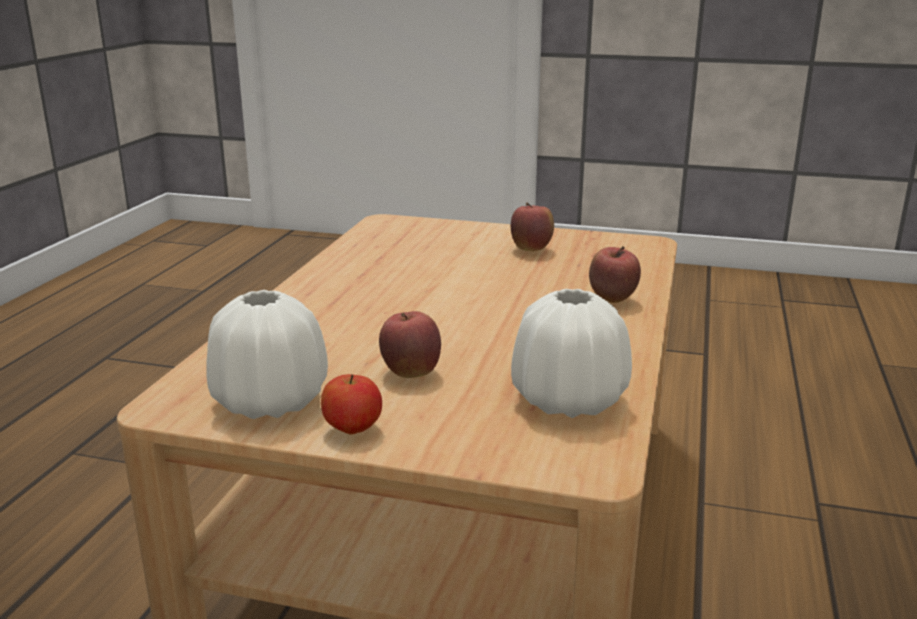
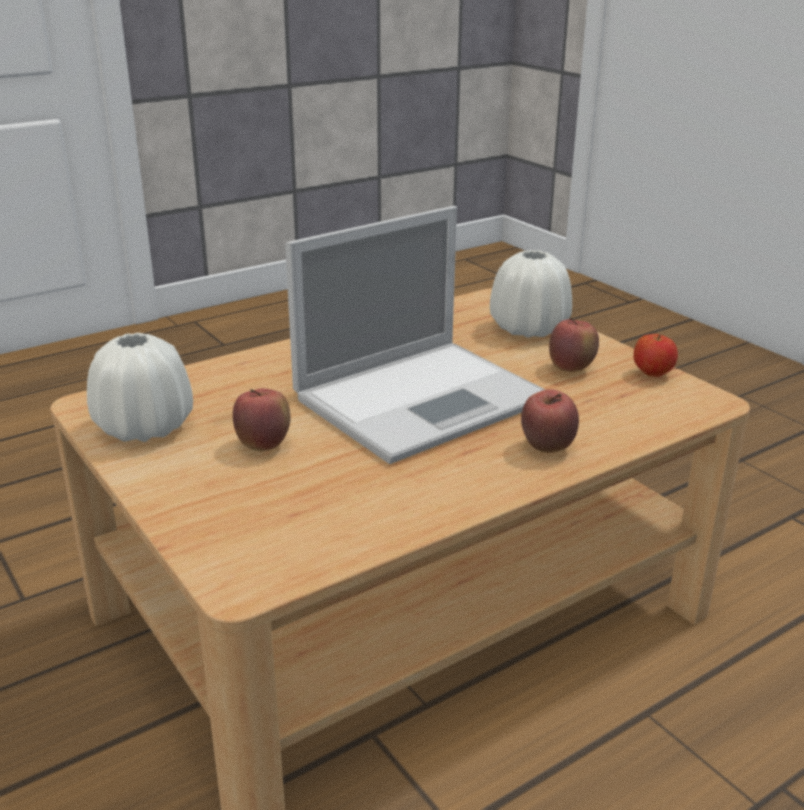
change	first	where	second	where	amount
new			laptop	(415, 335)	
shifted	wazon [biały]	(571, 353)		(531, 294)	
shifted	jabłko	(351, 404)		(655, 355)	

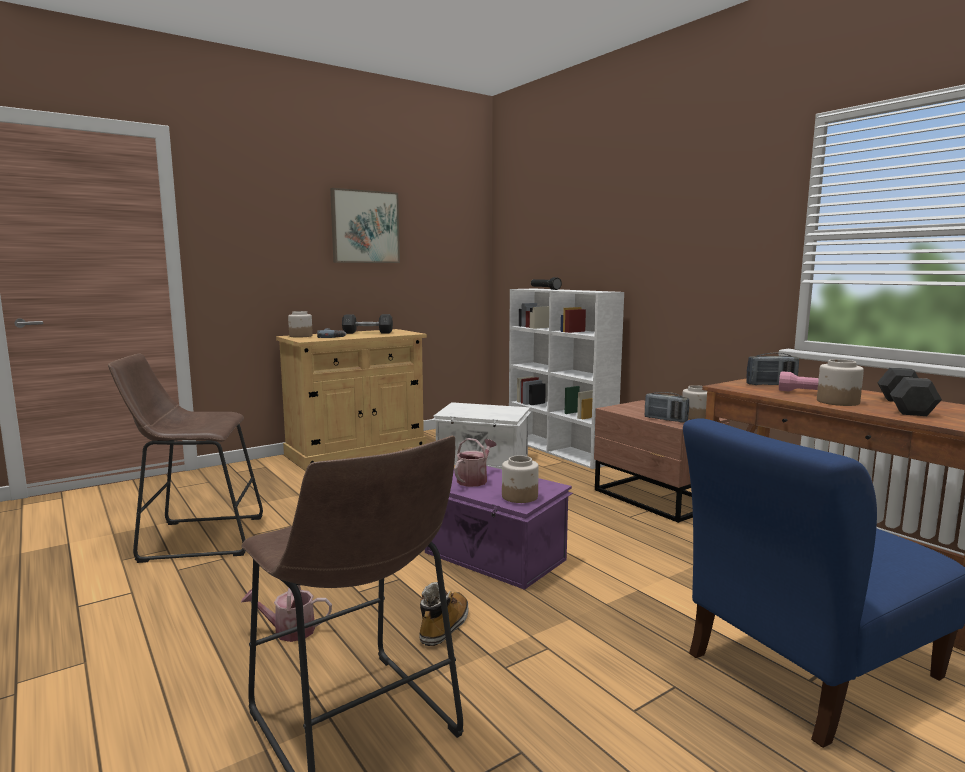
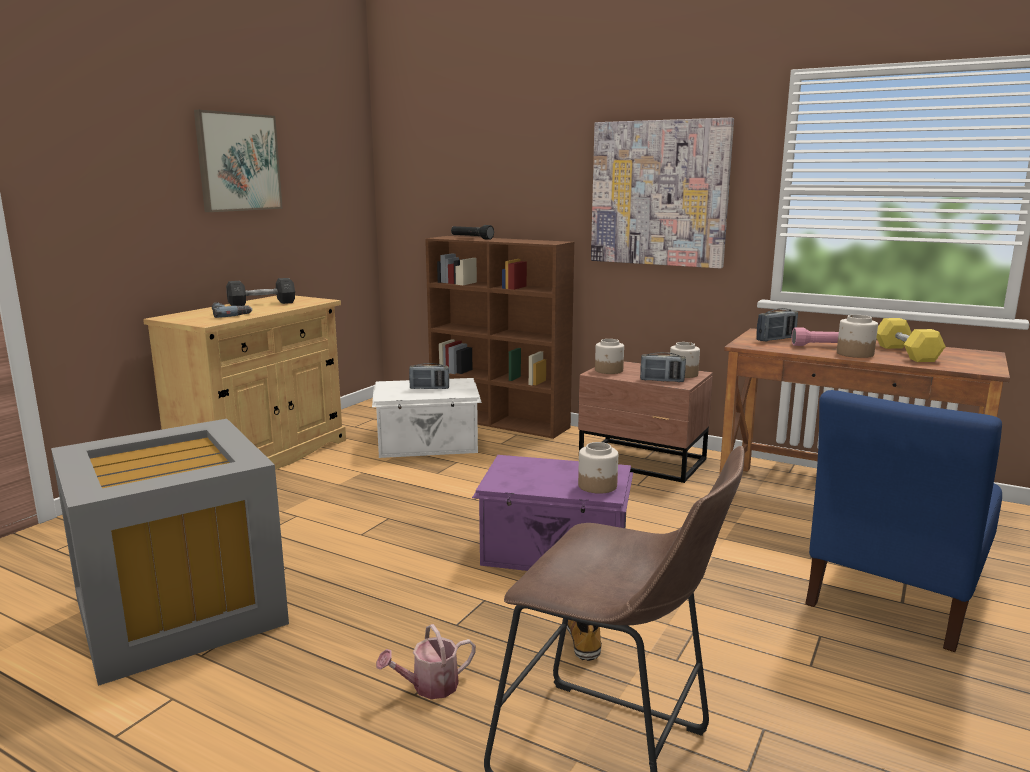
change	first	where	second	where	amount
swapped	stołek [brązowy]	(185, 458)	pojemnik do przechowywania [szary]	(170, 552)	
new			radio	(429, 376)	
repainted	regał [biały]	(566, 379)	regał [brązowy]	(499, 337)	
new			obraz	(662, 193)	
shifted	słoik	(300, 324)		(609, 356)	
repainted	hantel [szary]	(909, 392)	hantel [żółty]	(911, 340)	
gone	konewka	(475, 462)			

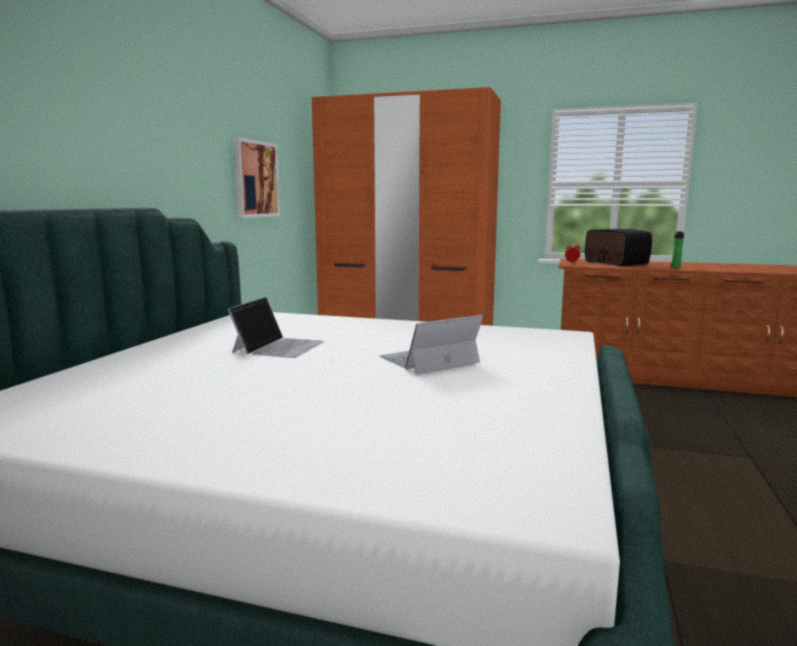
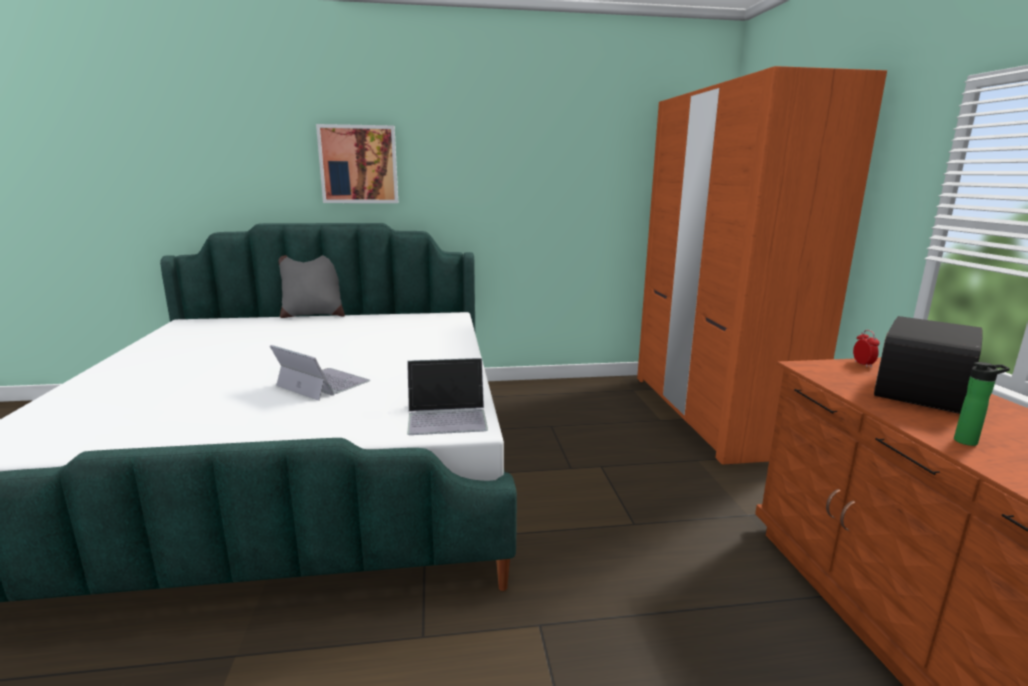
change	first	where	second	where	amount
new			poduszka [szary]	(311, 286)	
shifted	obraz	(256, 177)		(357, 163)	
shifted	laptop	(276, 327)		(447, 396)	

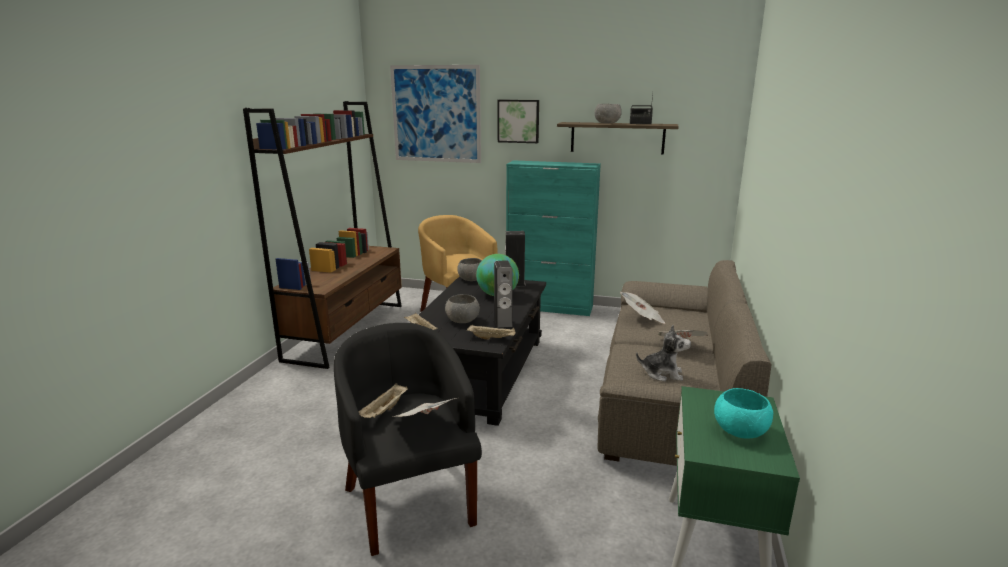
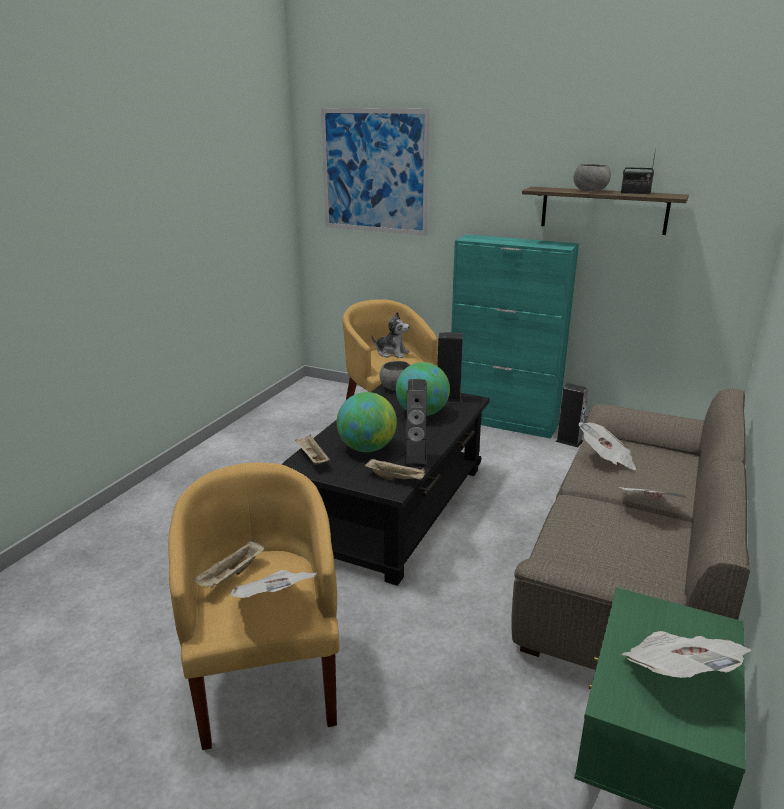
change	first	where	second	where	amount
repainted	fotel [czarny]	(408, 439)	fotel [żółty]	(254, 606)	
swapped	miska [szary]	(462, 308)	globus	(367, 422)	
shifted	pluszak	(663, 353)		(390, 335)	
new			głośnik	(571, 415)	
swapped	miska [turkusowy]	(743, 413)	gazeta	(686, 654)	
gone	regał [brązowy]	(322, 235)			
gone	obraz	(518, 121)			

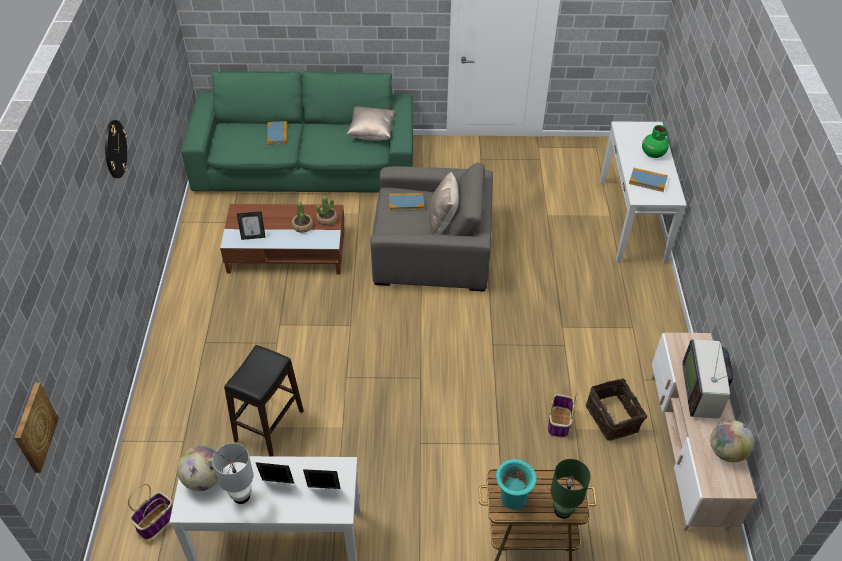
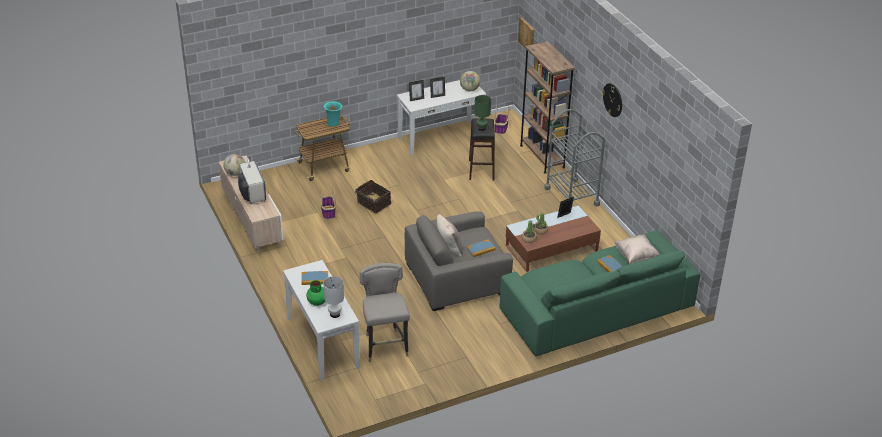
change	first	where	second	where	amount
shifted	lampa stołowa [biały]	(233, 473)		(333, 297)	
shifted	koszyk	(616, 409)		(373, 196)	
new			stołek [szary]	(385, 312)	
shifted	lampa stołowa [zielony]	(571, 489)		(482, 113)	
new			regał [brązowy]	(547, 107)	
new			wózek [szary]	(574, 157)	
shifted	poduszka [beżowy]	(370, 123)		(637, 249)	

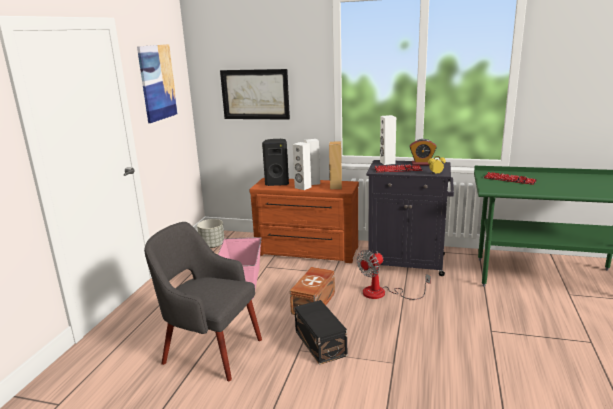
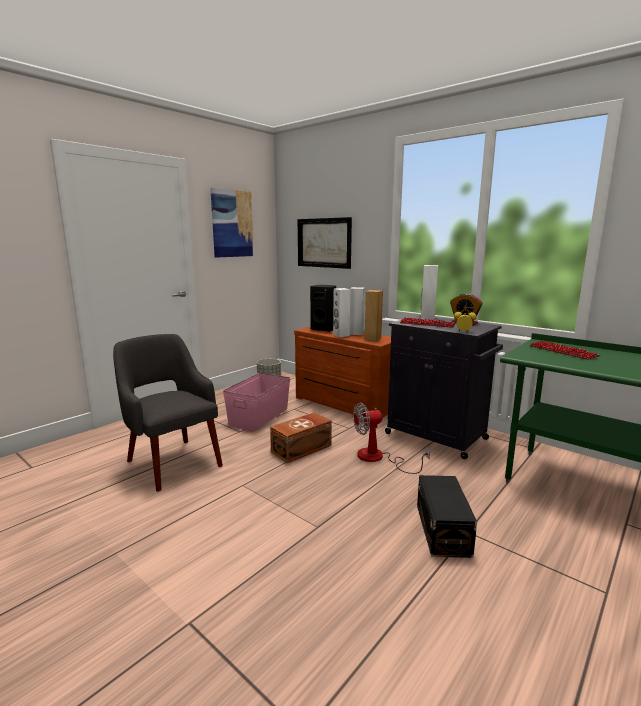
change	first	where	second	where	amount
shifted	pojemnik do przechowywania [czarny]	(320, 332)		(447, 516)	

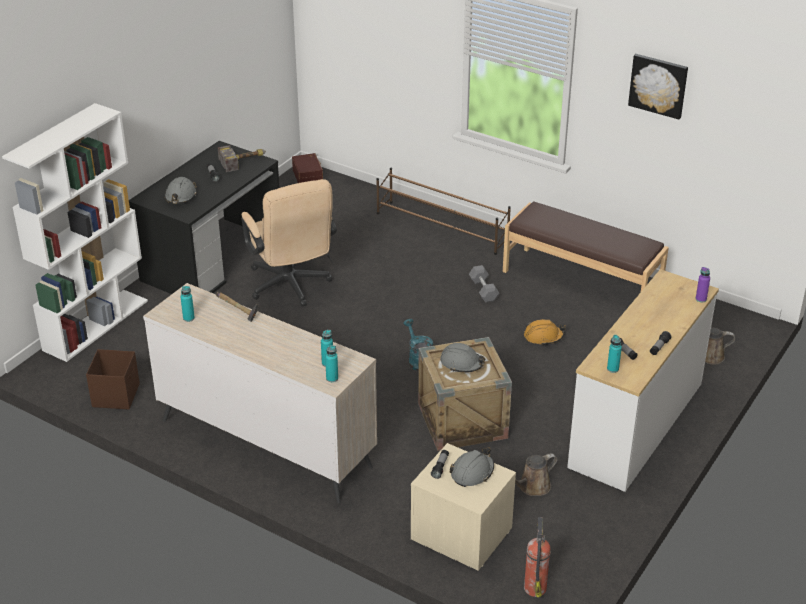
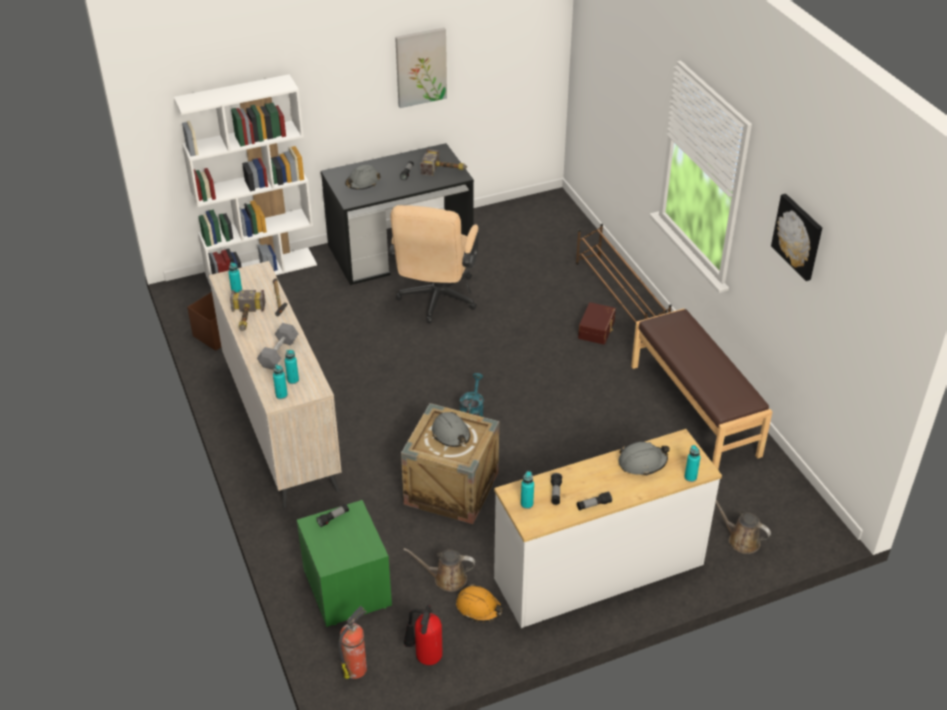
change	first	where	second	where	amount
new			młotek	(247, 310)	
shifted	hantel [szary]	(484, 284)		(278, 346)	
repainted	szafka nocna [beżowy]	(463, 507)	szafka nocna [zielony]	(344, 563)	
new			obraz	(421, 68)	
new			gaśnica	(423, 635)	
shifted	kask [pomarańczowy]	(545, 332)		(479, 603)	
shifted	pojemnik do przechowywania [brązowy]	(307, 168)		(597, 323)	
shifted	kask [szary]	(471, 467)		(644, 459)	
repainted	butelka [fioletowy]	(703, 284)	butelka [turkusowy]	(692, 463)	

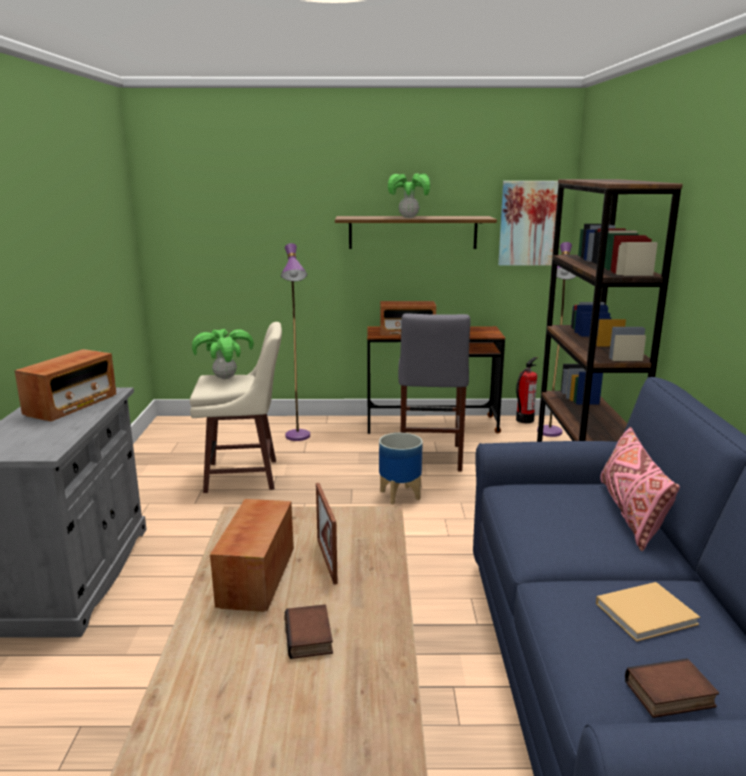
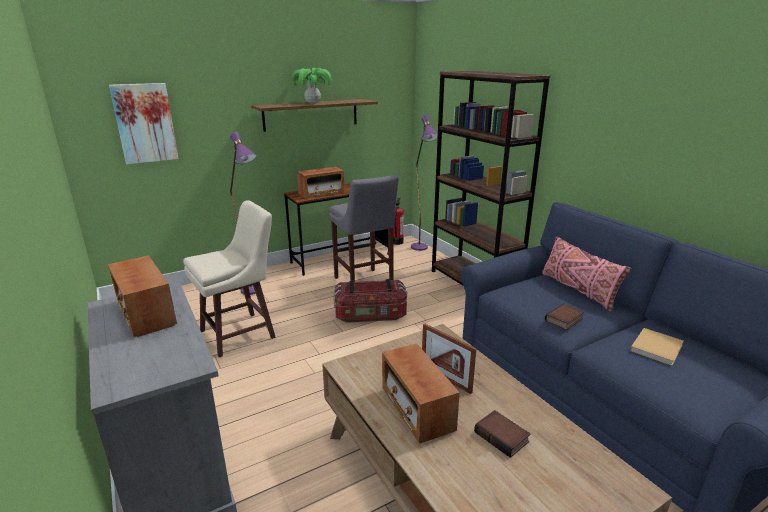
change	first	where	second	where	amount
rotated	radio	(65, 385)		(142, 296)	150 degrees clockwise
shifted	obraz	(528, 223)		(144, 123)	
swapped	donica	(401, 469)	pojemnik do przechowywania	(370, 301)	
shifted	książka	(672, 688)		(564, 317)	
gone	roślina doniczkowa	(223, 354)			

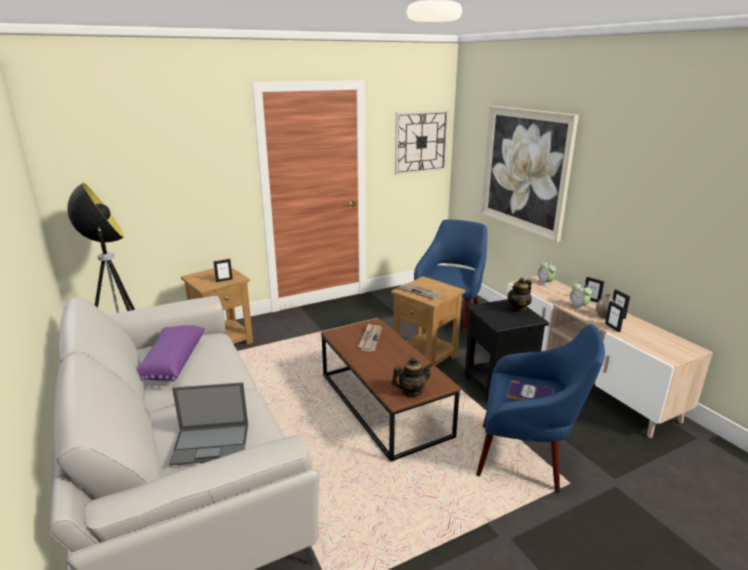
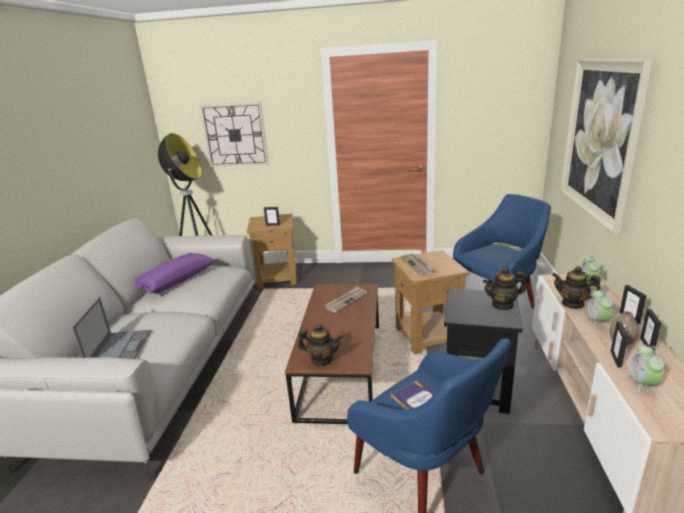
change	first	where	second	where	amount
rotated	laptop	(208, 424)		(111, 328)	120 degrees counterclockwise
shifted	zegar ścienny	(422, 142)		(234, 134)	
new			imbryk	(576, 287)	
new			budzik	(646, 369)	

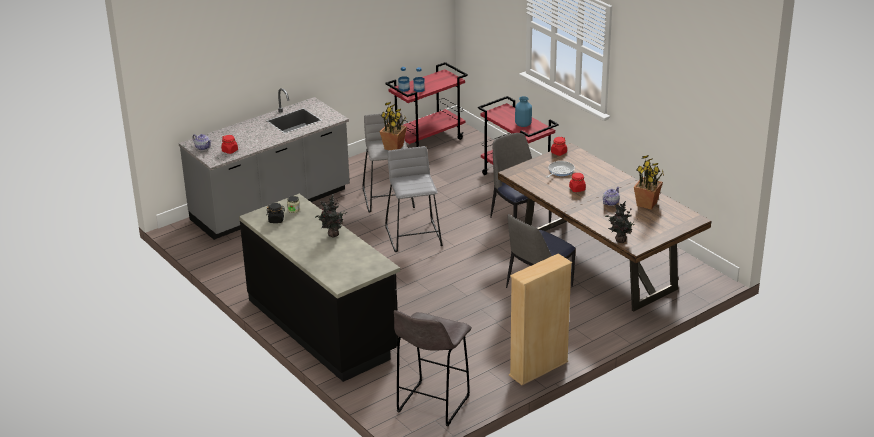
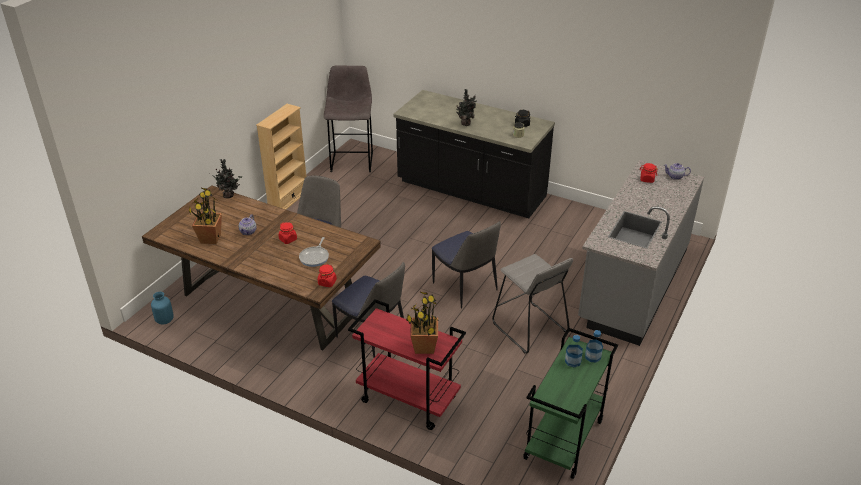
change	first	where	second	where	amount
shifted	wazon [niebieski]	(523, 111)		(162, 308)	
shifted	roślina doniczkowa	(393, 126)		(422, 323)	
swapped	stołek [szary]	(414, 199)	krzesło	(466, 264)	
repainted	wózek [czerwony]	(426, 104)	wózek [zielony]	(570, 403)	

